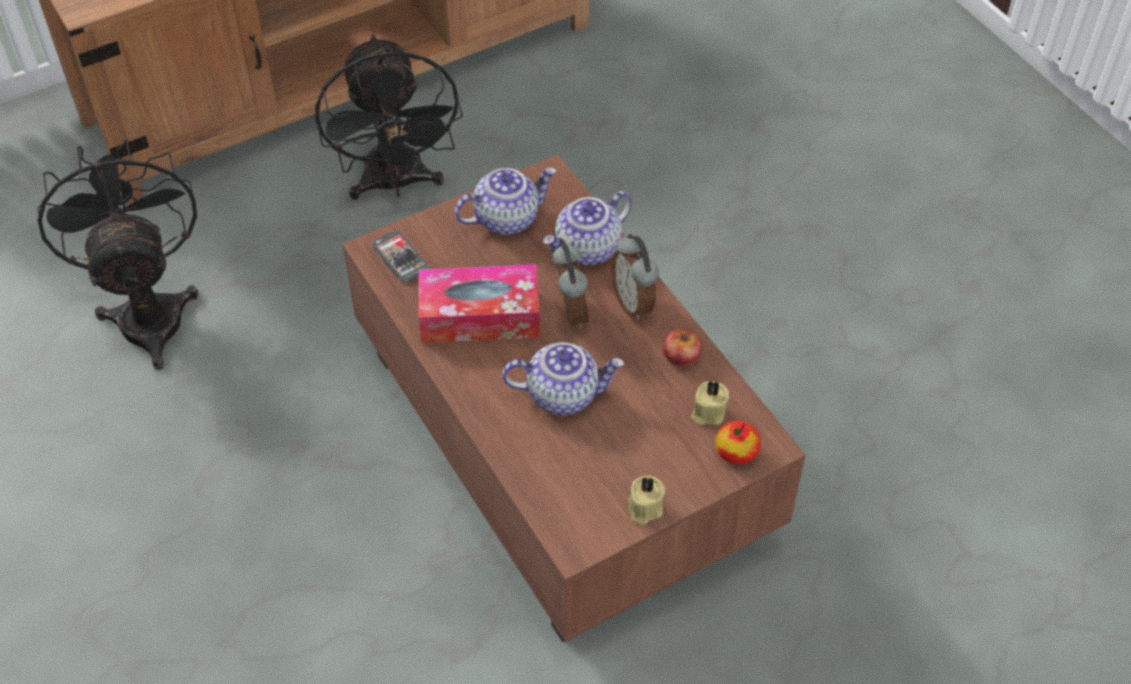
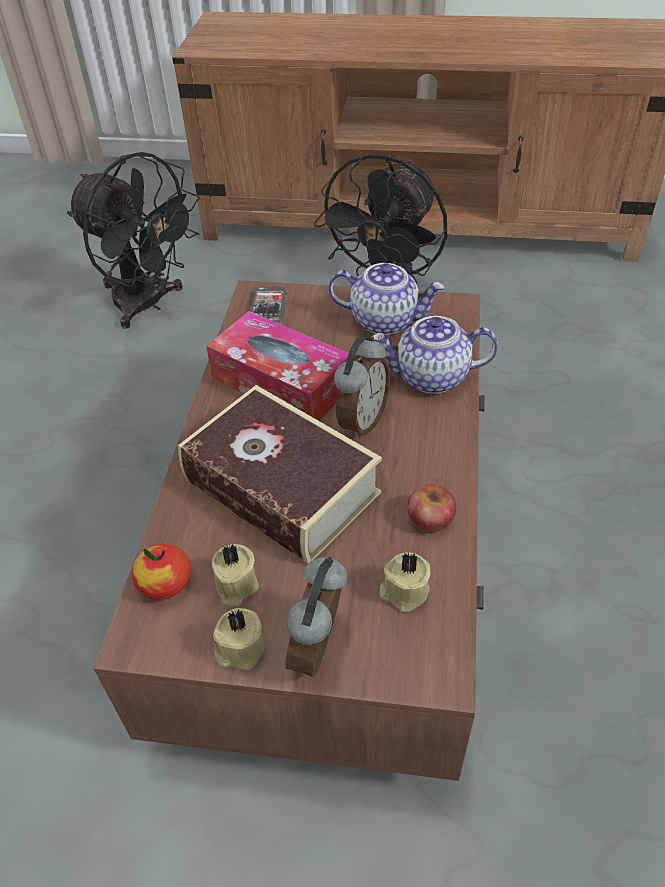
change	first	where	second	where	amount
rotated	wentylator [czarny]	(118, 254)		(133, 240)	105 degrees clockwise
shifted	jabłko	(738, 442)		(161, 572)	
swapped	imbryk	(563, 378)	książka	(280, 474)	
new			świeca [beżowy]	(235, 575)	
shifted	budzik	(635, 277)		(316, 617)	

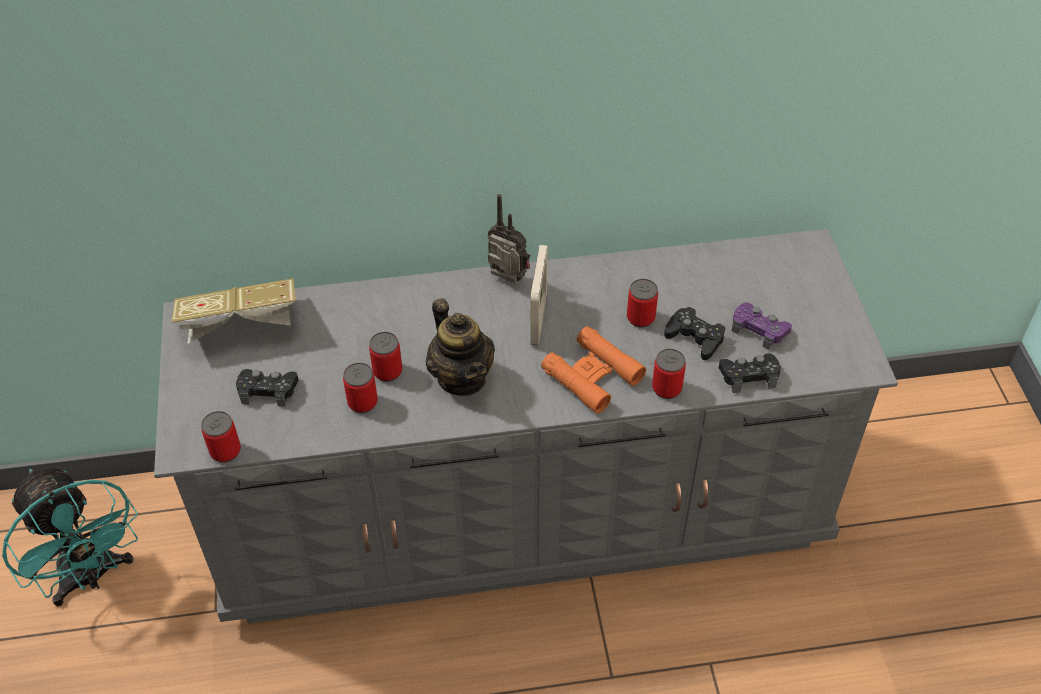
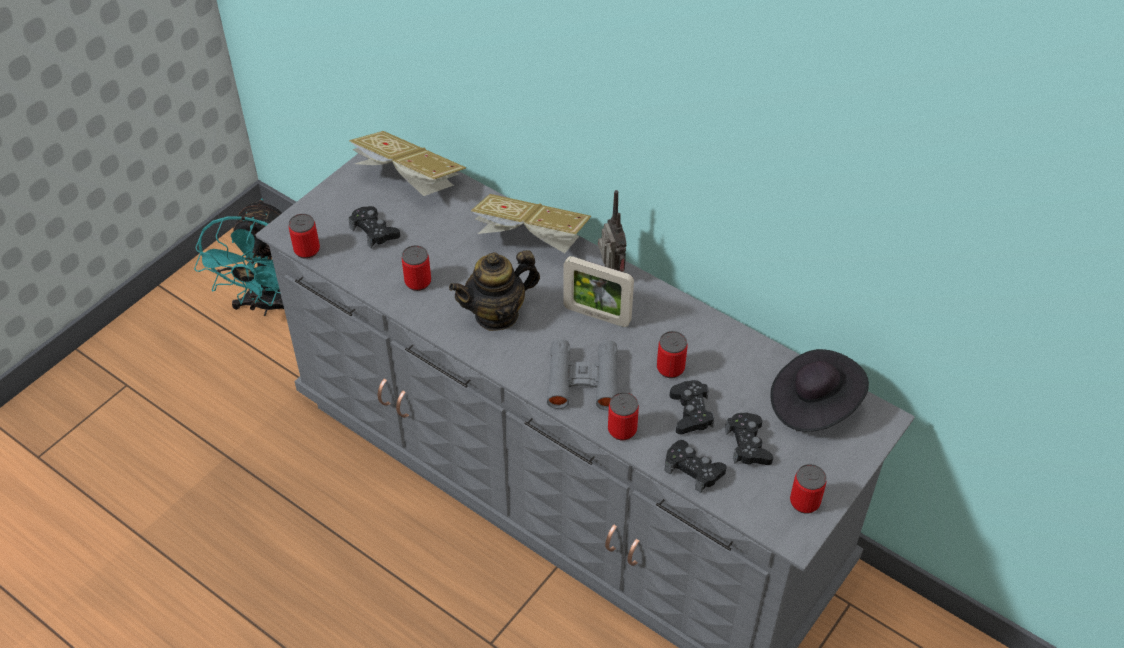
change	first	where	second	where	amount
rotated	imbryk	(460, 347)		(494, 290)	45 degrees clockwise
new			książka	(531, 223)	
repainted	lornetka [pomarańczowy]	(593, 370)	lornetka [szary]	(582, 374)	
rotated	ramka na zdjęcie	(539, 295)		(598, 291)	60 degrees clockwise
repainted	pad do gier [fioletowy]	(762, 326)	pad do gier [czarny]	(749, 439)	
new			kapelusz [czarny]	(819, 390)	
shifted	puszka	(385, 357)		(808, 489)	

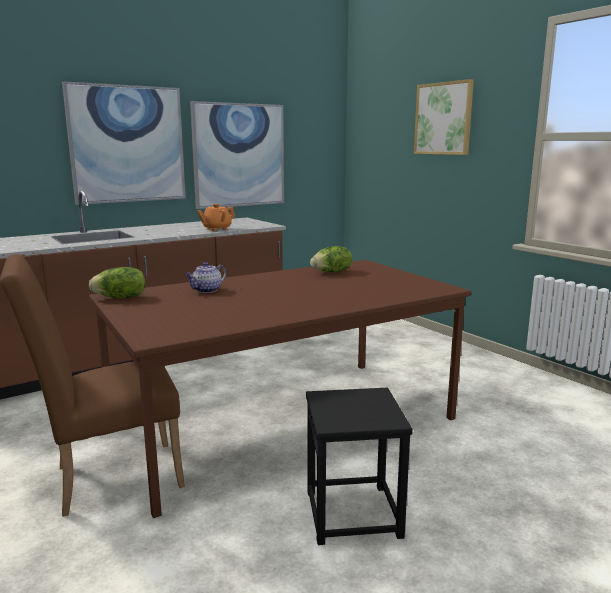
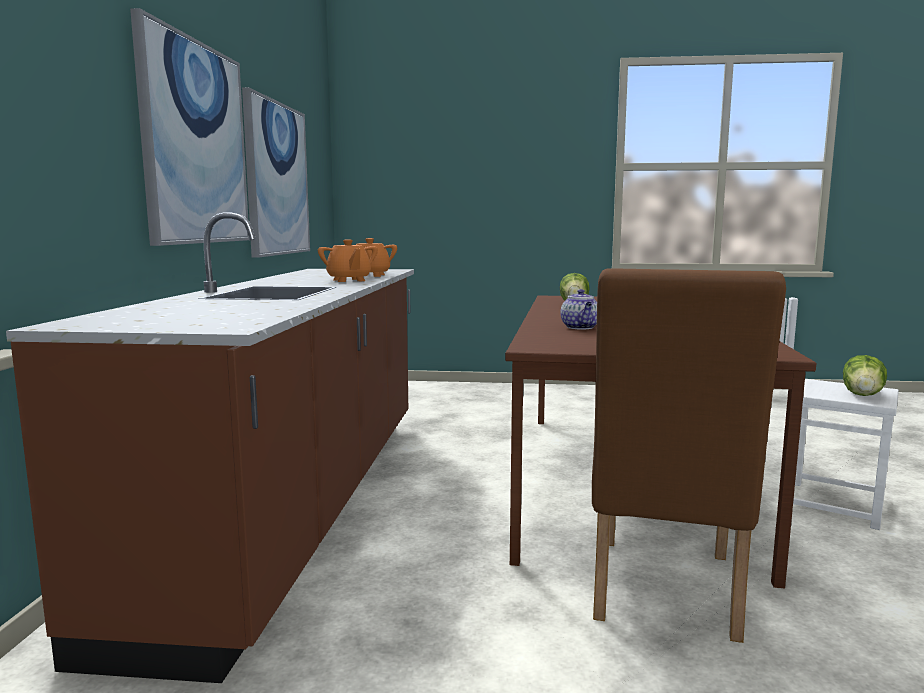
change	first	where	second	where	amount
new			imbryk [pomarańczowy]	(348, 260)	
repainted	stołek [czarny]	(359, 466)	stołek [biały]	(846, 454)	
shifted	sałata	(117, 283)		(865, 375)	
gone	obraz	(444, 117)			

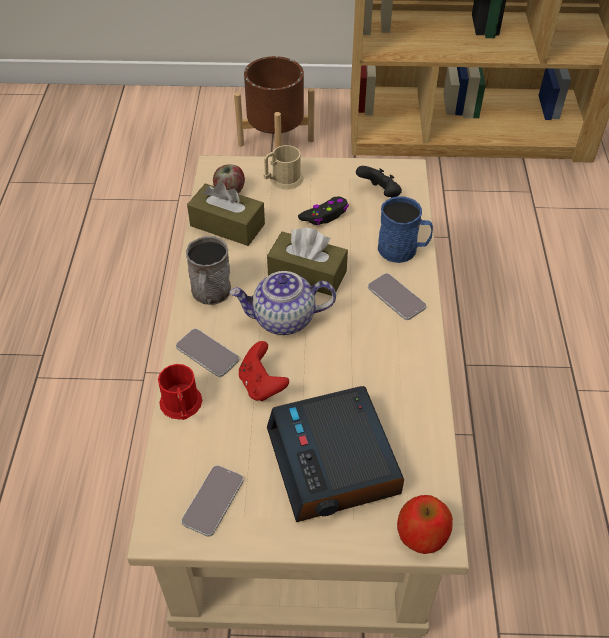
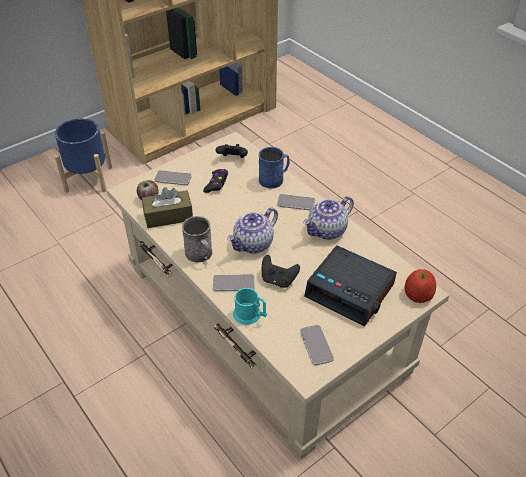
change	first	where	second	where	amount
repainted	donica [brązowy]	(274, 102)	donica [niebieski]	(83, 156)	
swapped	kubek [beżowy]	(284, 167)	telefon	(173, 177)	
repainted	kubek [czerwony]	(180, 392)	kubek [turkusowy]	(250, 306)	
repainted	pad do gier [czerwony]	(264, 371)	pad do gier [czarny]	(281, 271)	
new			imbryk	(328, 218)	
gone	pudełko chusteczek [brązowy]	(307, 262)			

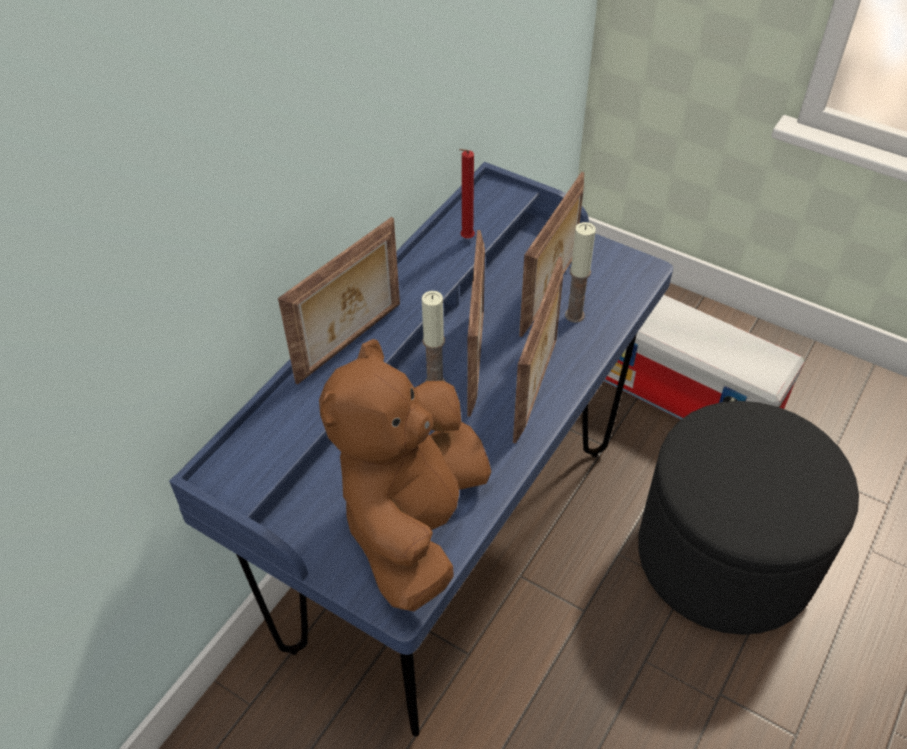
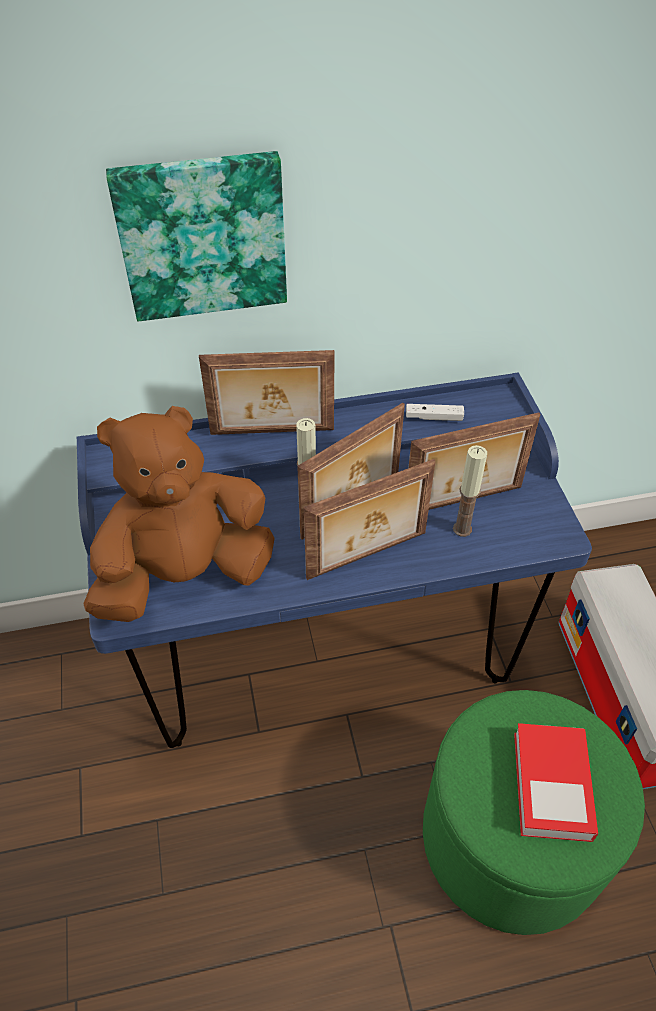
change	first	where	second	where	amount
new			obraz	(196, 236)	
swapped	świeca [czerwony]	(467, 193)	pad do gier [biały]	(435, 412)	
repainted	pufa [czarny]	(748, 518)	pufa [zielony]	(534, 812)	
new			książka	(556, 782)	

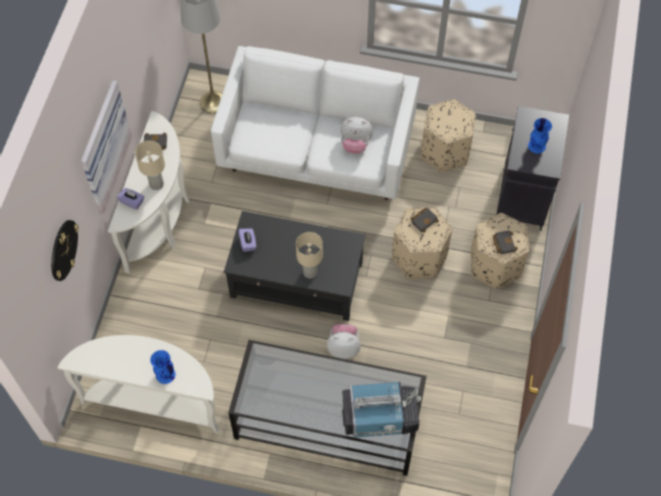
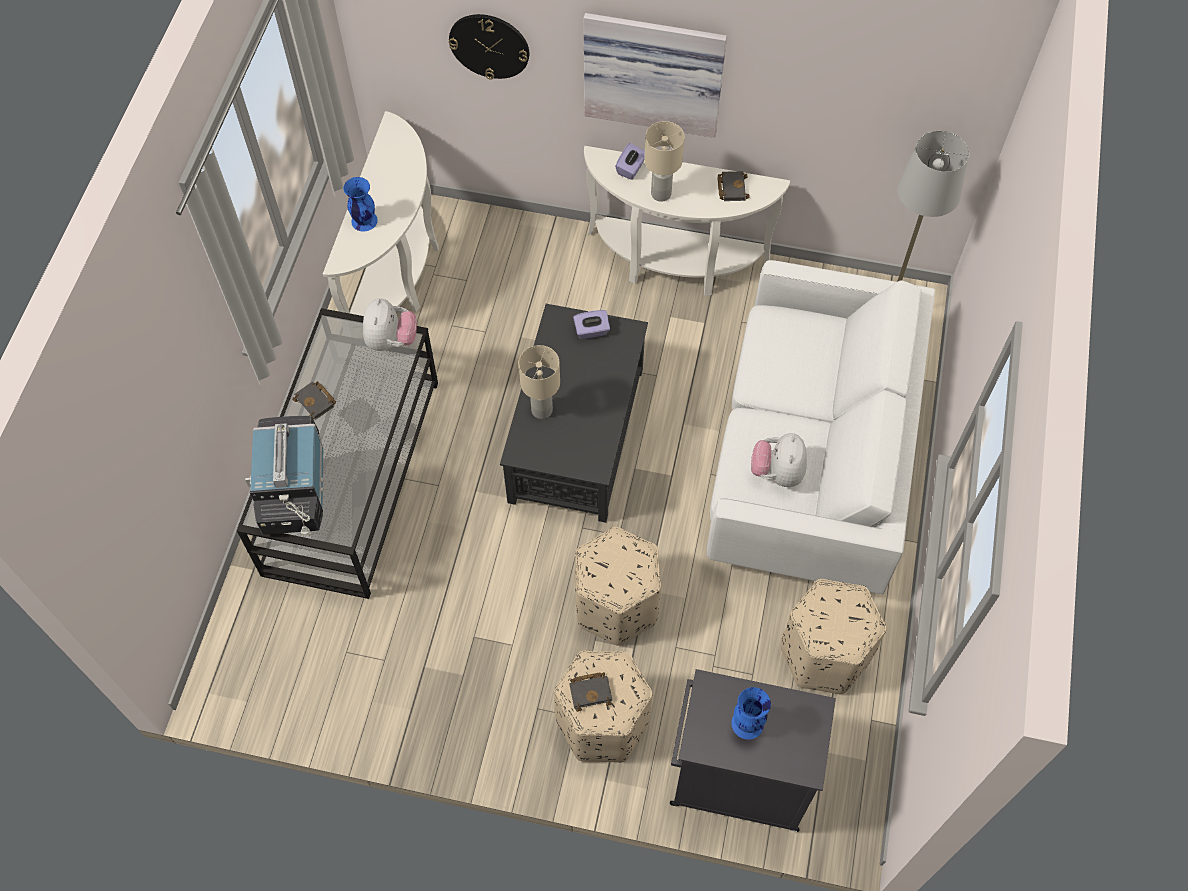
change	first	where	second	where	amount
shifted	książka [czarny]	(425, 220)		(314, 400)	
shifted	pluszak	(344, 341)		(390, 325)	

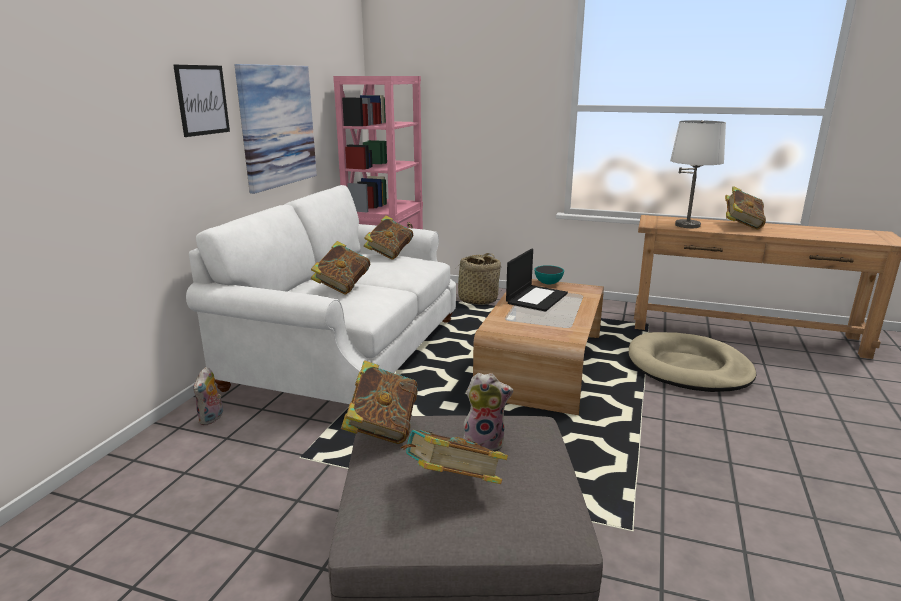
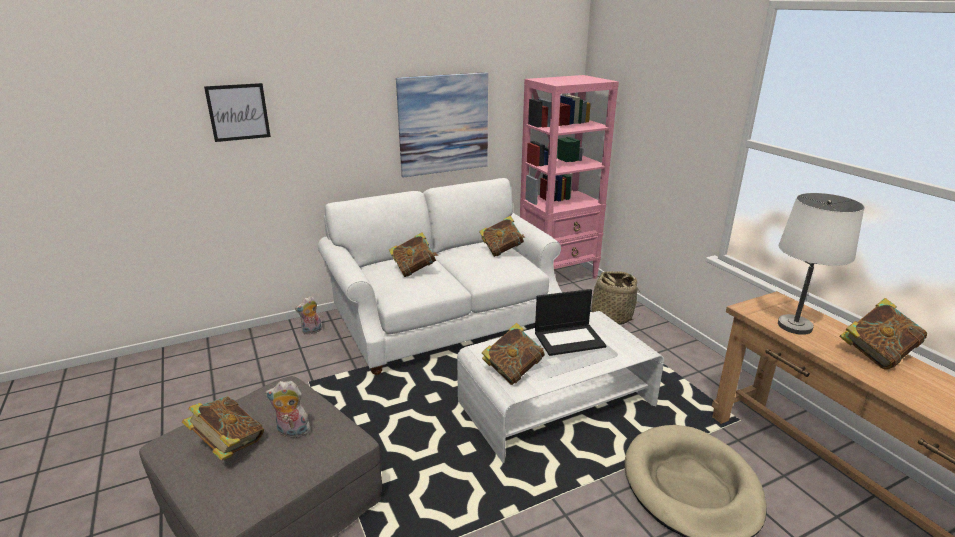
change	first	where	second	where	amount
shifted	obraz	(201, 101)		(237, 112)	
rotated	pluszak	(488, 412)		(289, 409)	135 degrees clockwise
repainted	ława [brązowy]	(538, 347)	ława [biały]	(560, 387)	
shifted	książka	(379, 402)		(513, 354)	
gone	miska	(549, 275)			

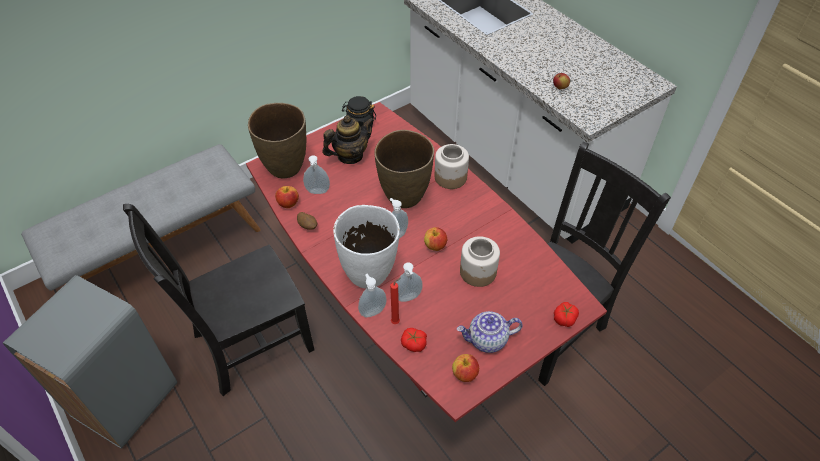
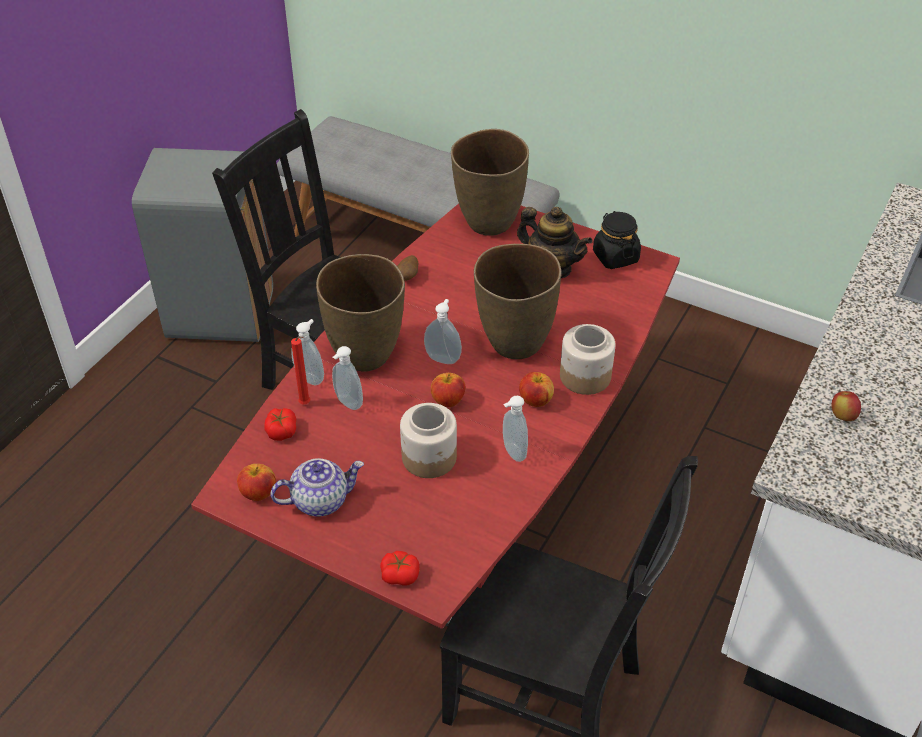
change	first	where	second	where	amount
rotated	imbryk	(490, 332)		(317, 487)	105 degrees clockwise
repainted	wazon [biały]	(366, 247)	wazon [brązowy]	(360, 312)	
shifted	dozownik mydła	(316, 174)		(515, 429)	
shifted	jabłko	(287, 197)		(536, 389)	

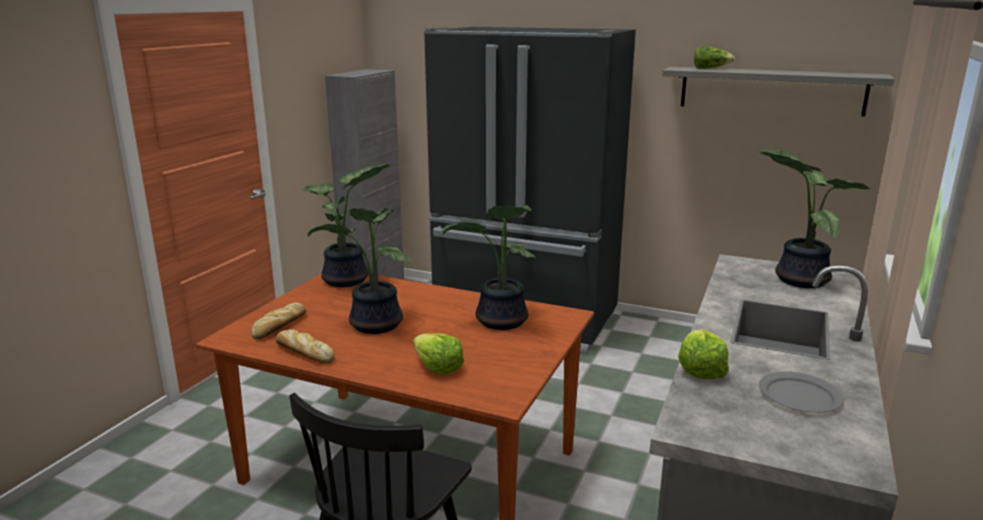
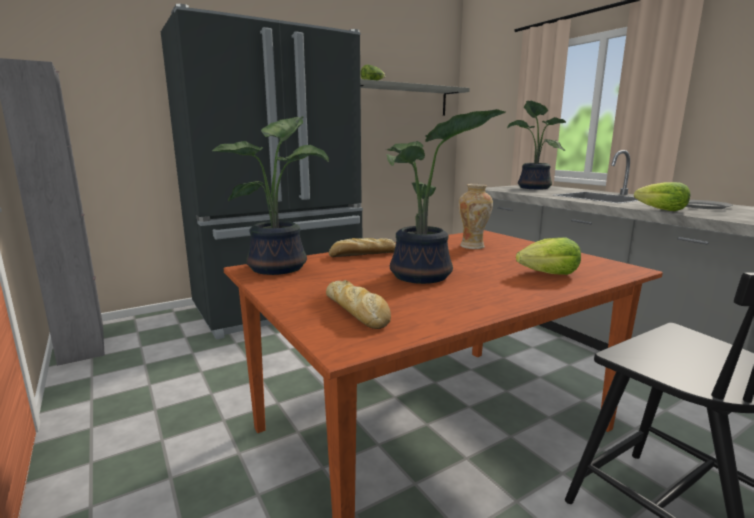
change	first	where	second	where	amount
shifted	chleb	(305, 346)		(362, 247)	
swapped	roślina doniczkowa	(488, 267)	wazon	(476, 216)	

